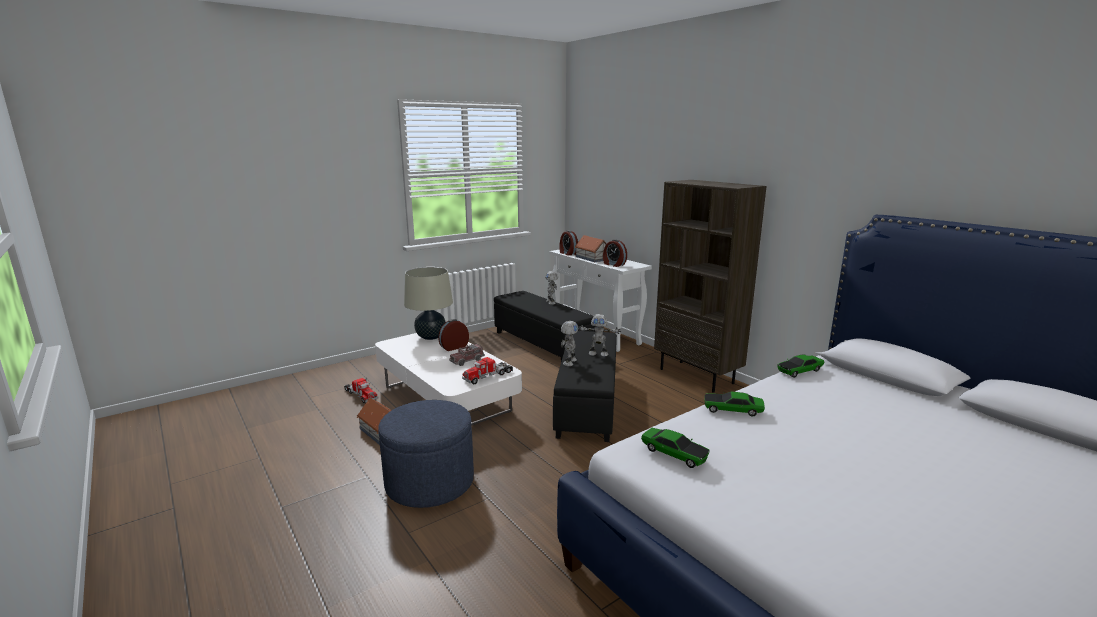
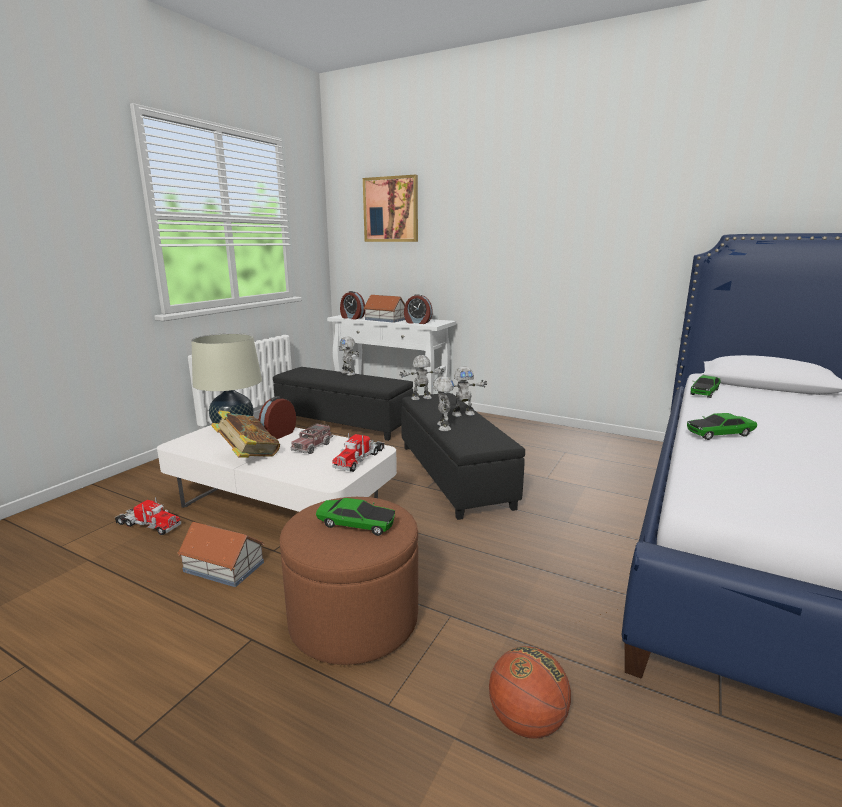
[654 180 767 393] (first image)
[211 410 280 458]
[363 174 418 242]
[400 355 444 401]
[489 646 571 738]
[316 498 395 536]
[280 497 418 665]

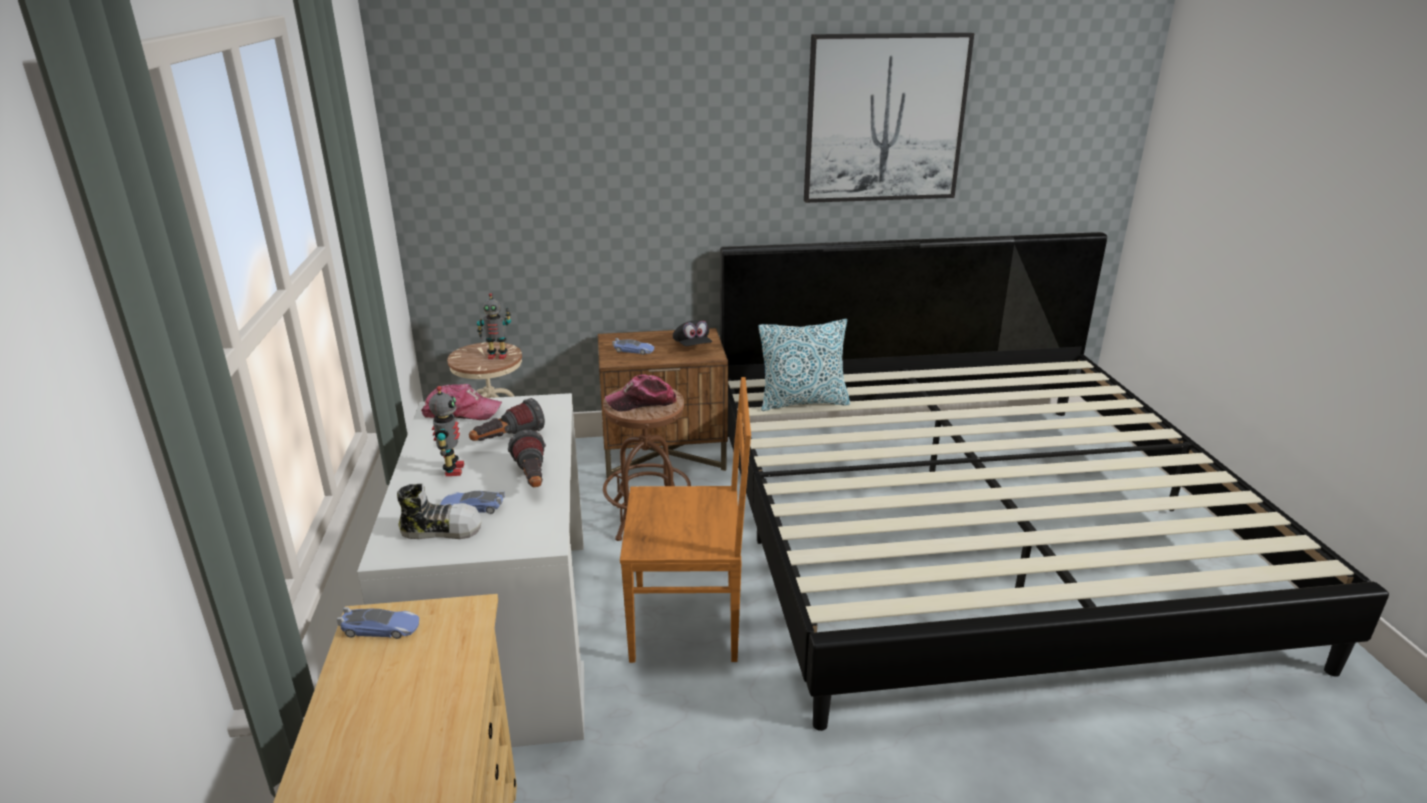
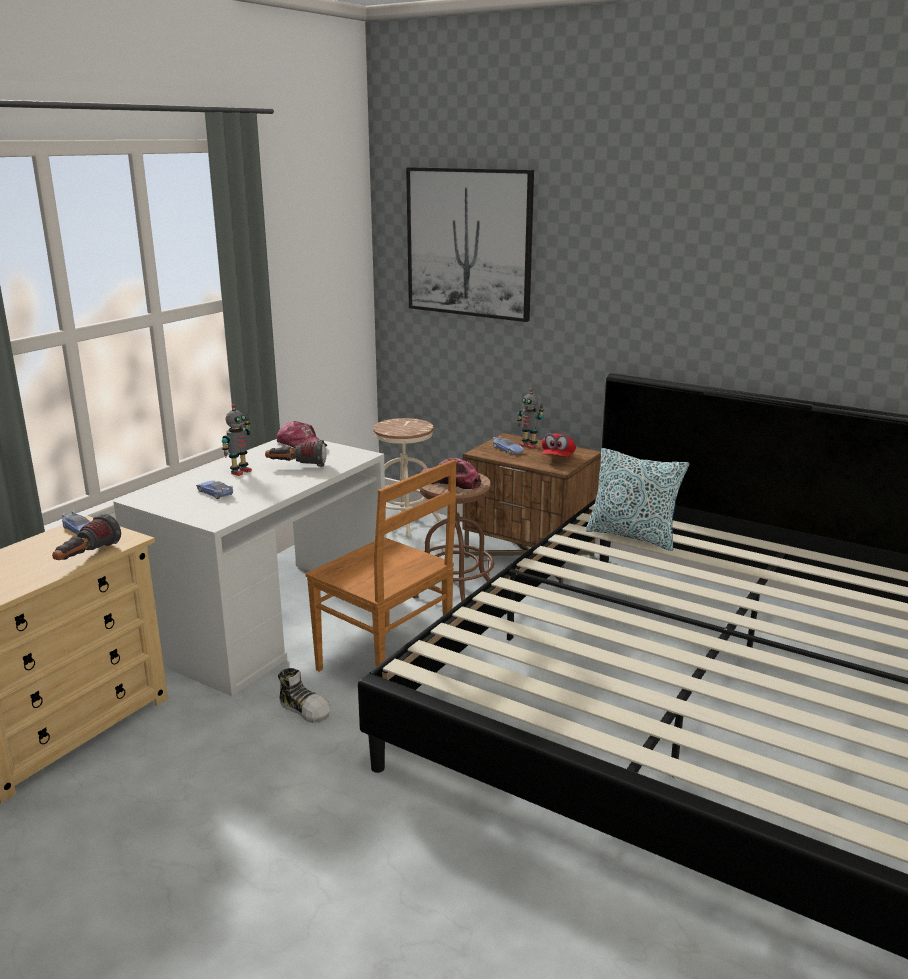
[278 668 330 723]
[517 389 544 449]
[52 514 121 560]
[406 167 534 322]
[541 433 576 457]

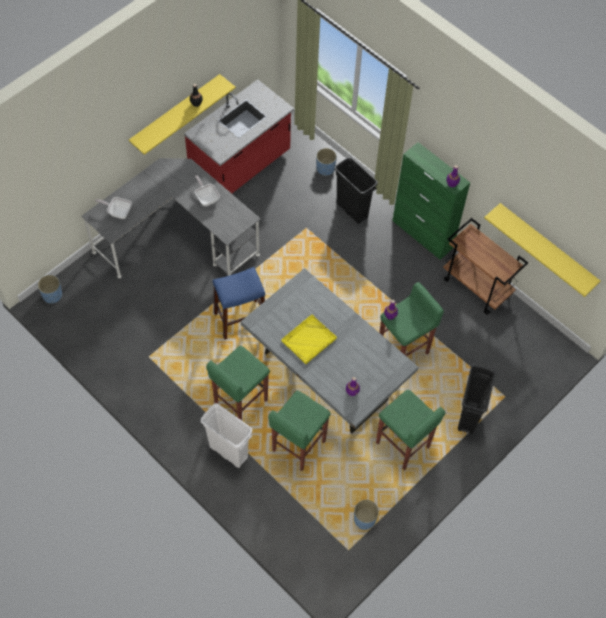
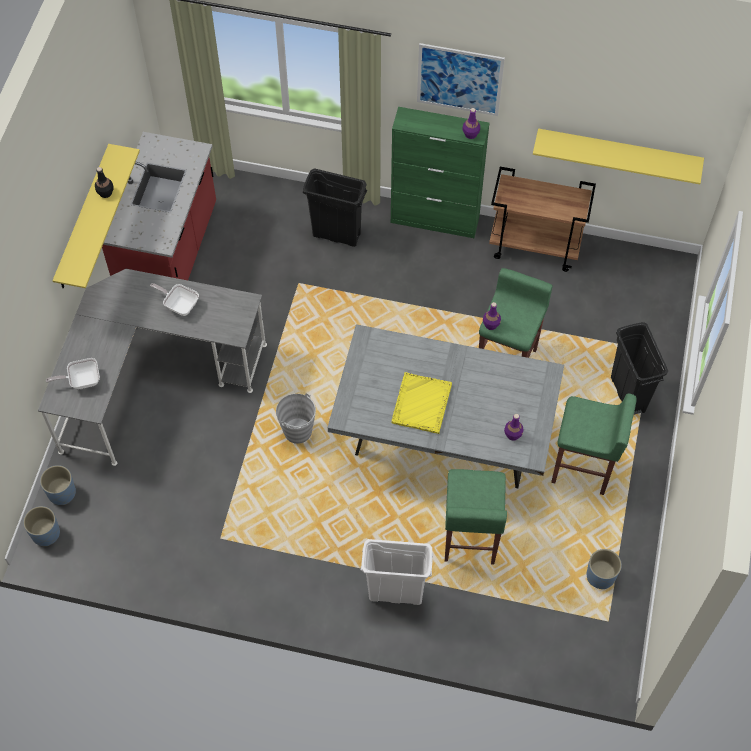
[206 346 270 420] (first image)
[417 43 505 116]
[40 465 76 505]
[276 393 316 444]

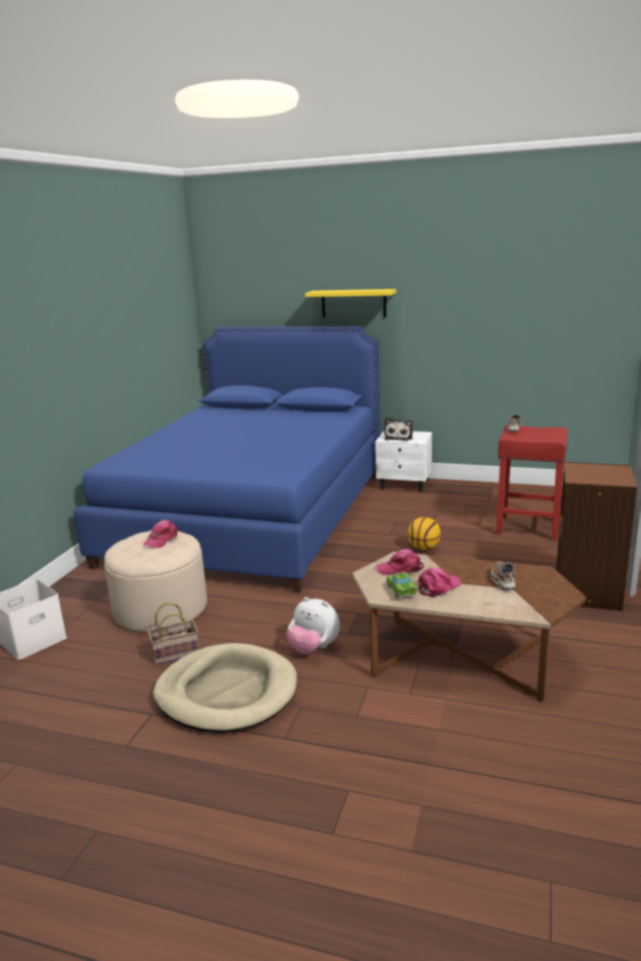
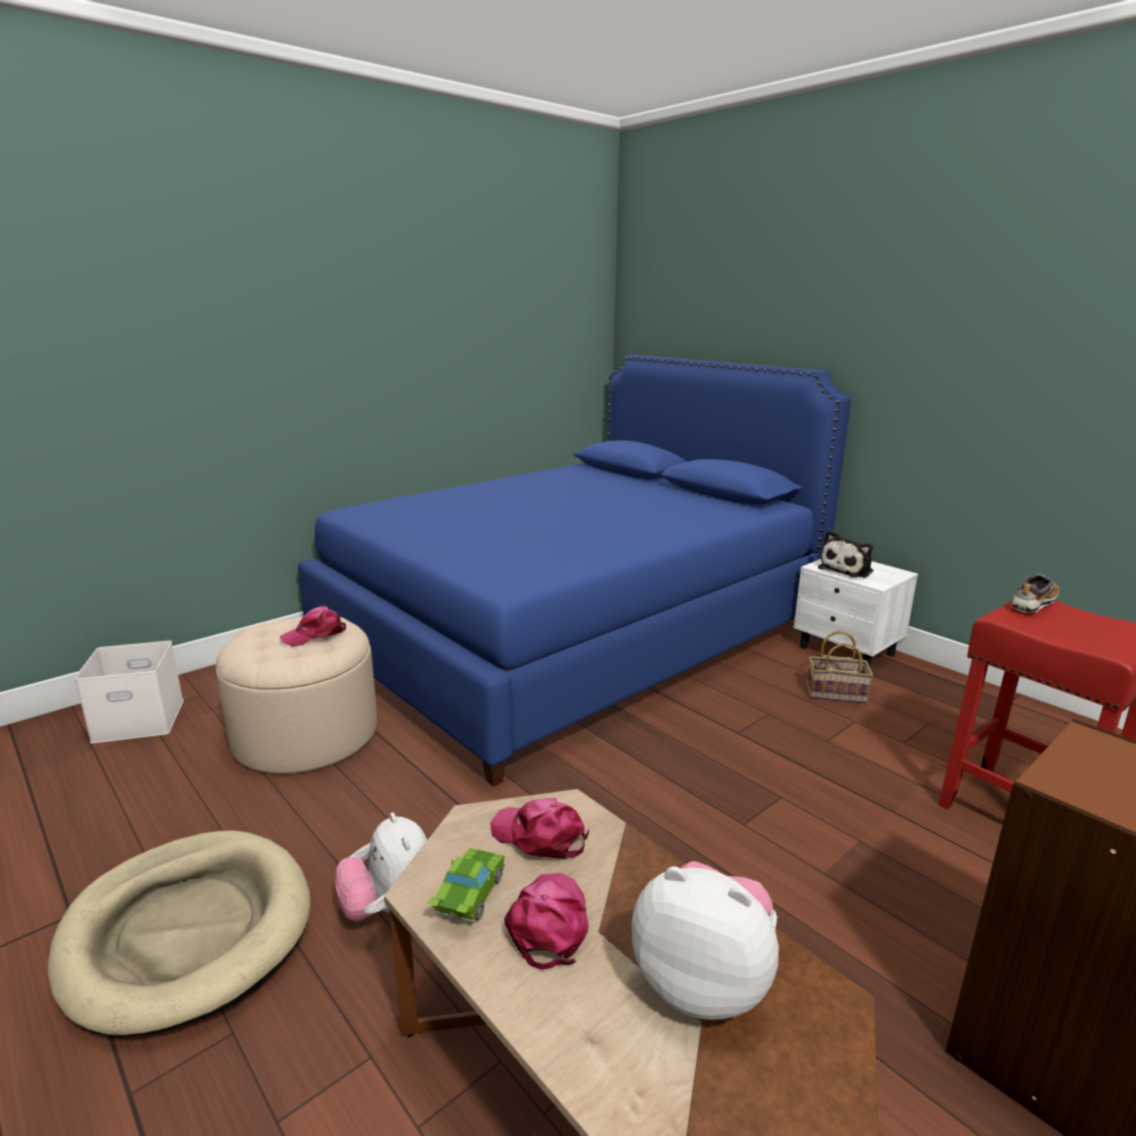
[305 289 396 318] (first image)
[408 517 441 550] (first image)
[807 631 873 704]
[632 861 779 1020]
[504 873 589 970]

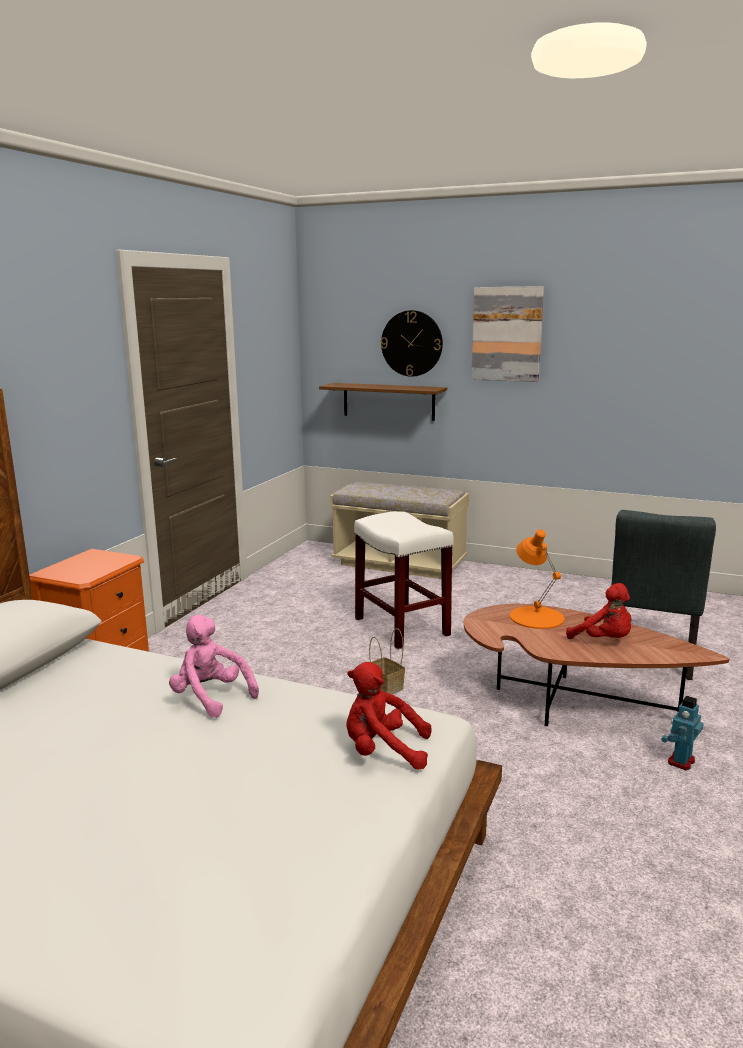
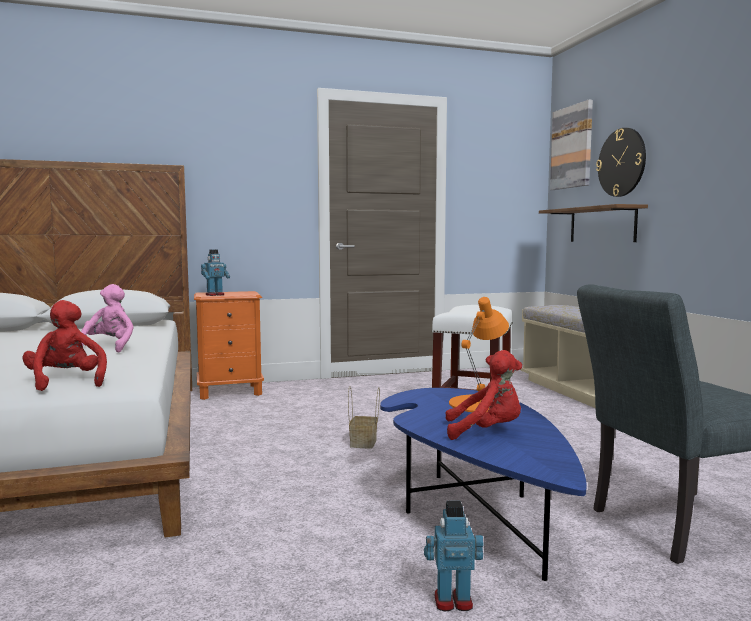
[201 249 230 296]
[550 100 593 190]
[380 388 586 581]
[445 350 522 440]

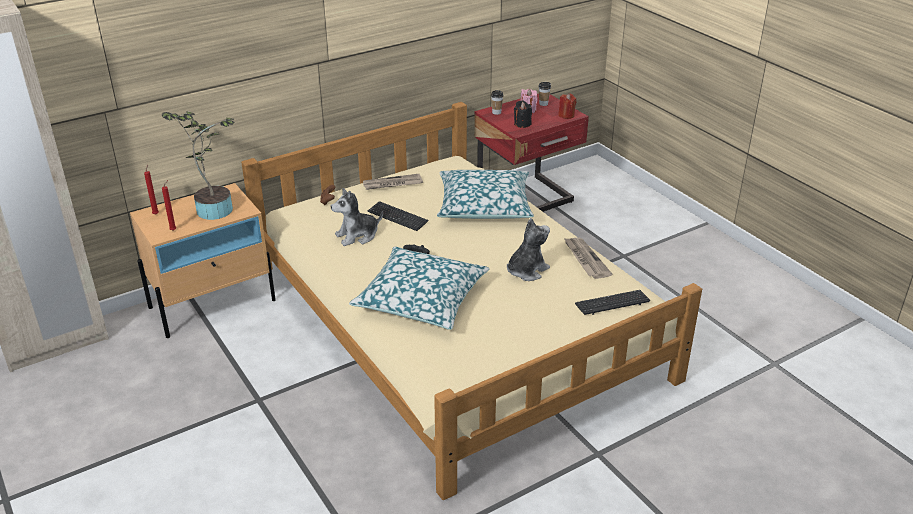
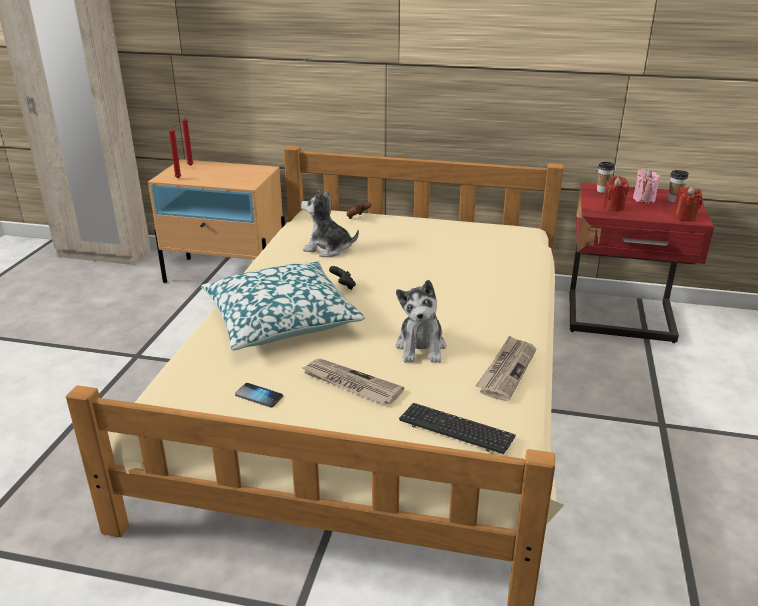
[162 112 234 220] (first image)
[367 201 429 231] (first image)
[437 170 534 219] (first image)
[235 383 283 408]
[302 359 404 404]
[603 176 629 212]
[396 280 446 363]

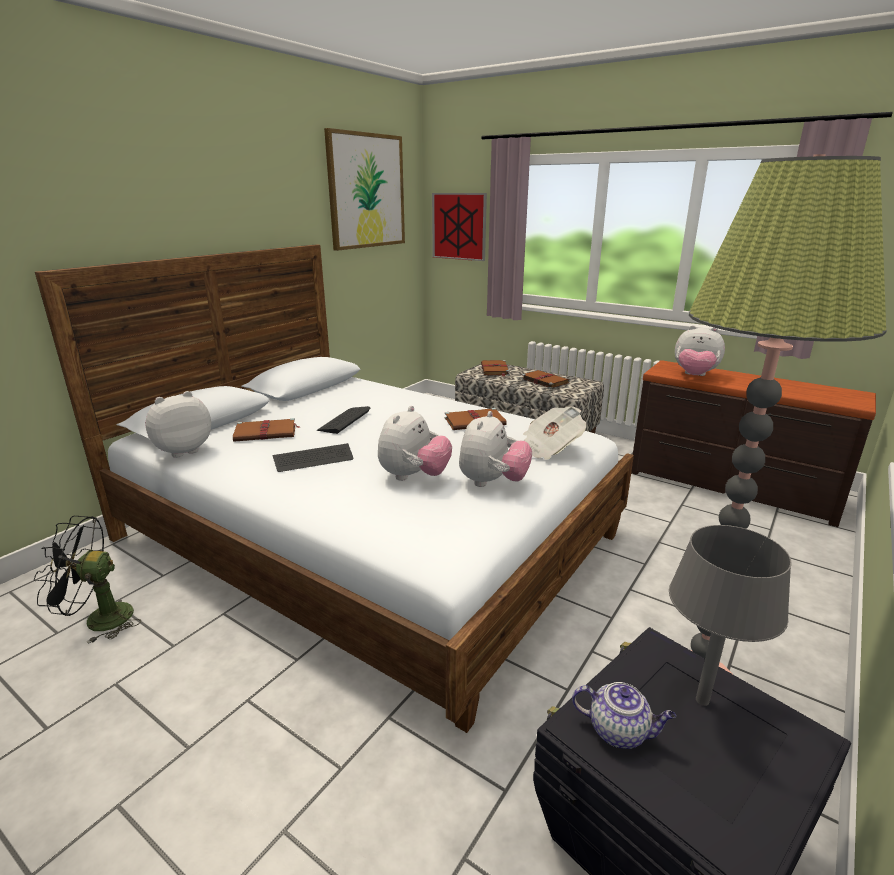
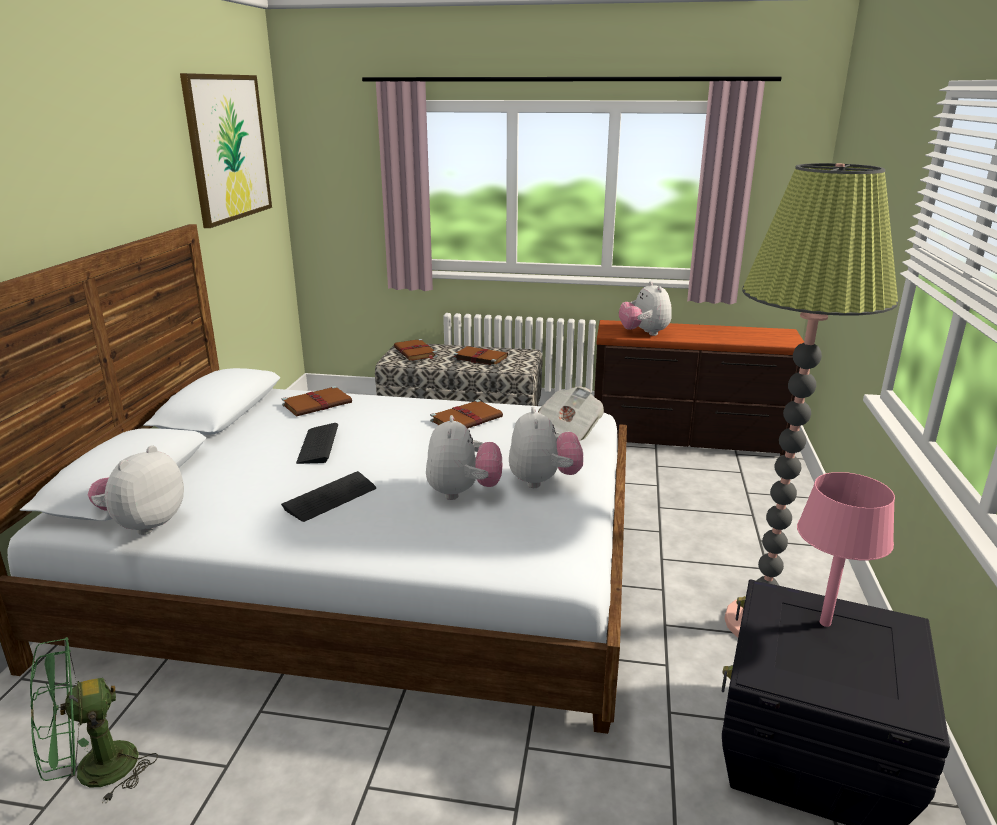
[432 193 487 261] (first image)
[572 682 676 749] (first image)
[282 386 352 416]
[30 637 158 804]
[797 472 895 627]
[619 282 672 336]

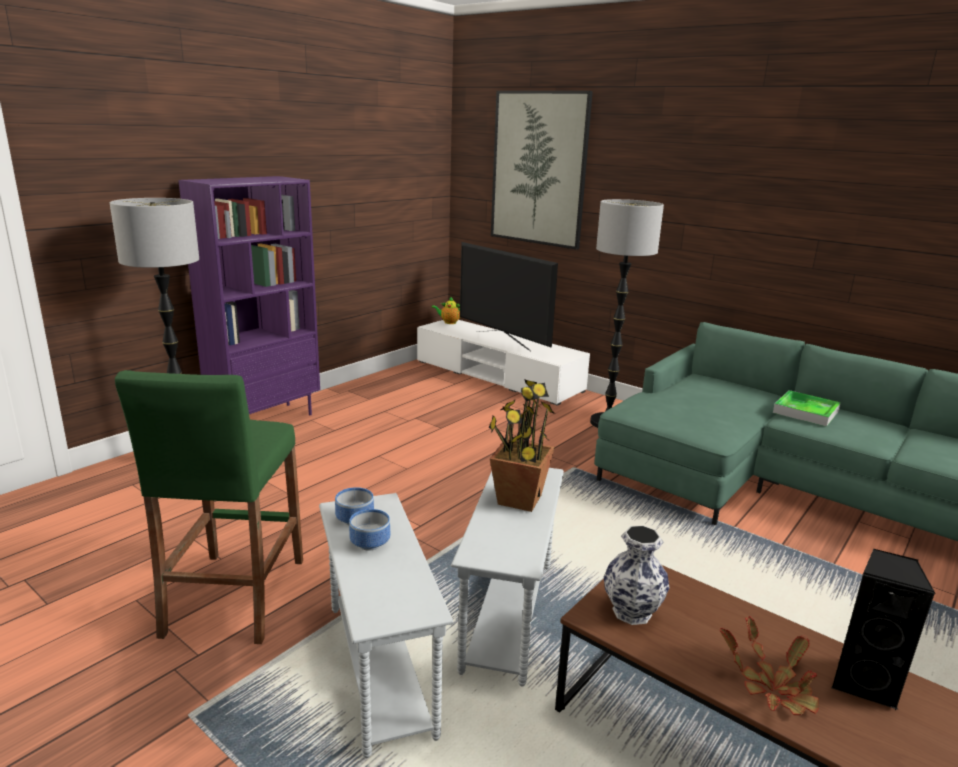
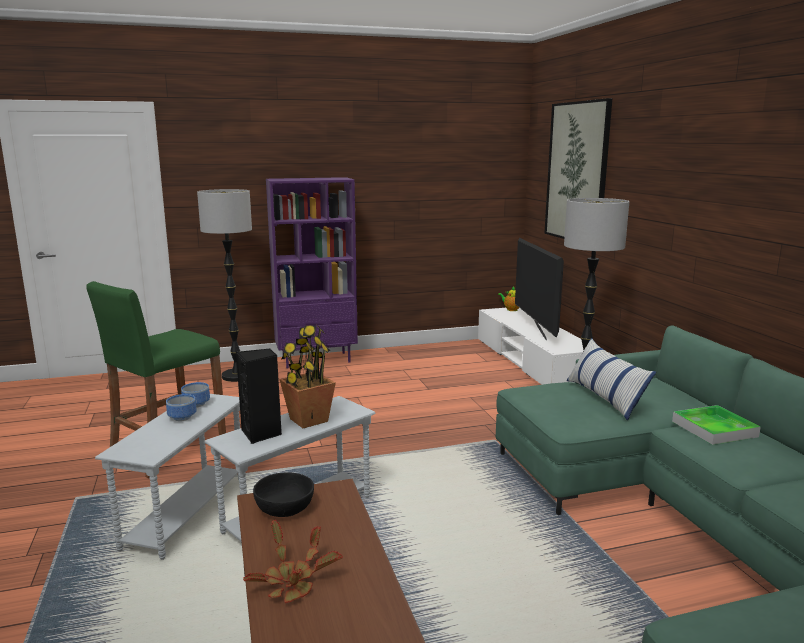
[566 338 656 420]
[236 349 282 444]
[253 472 314 517]

